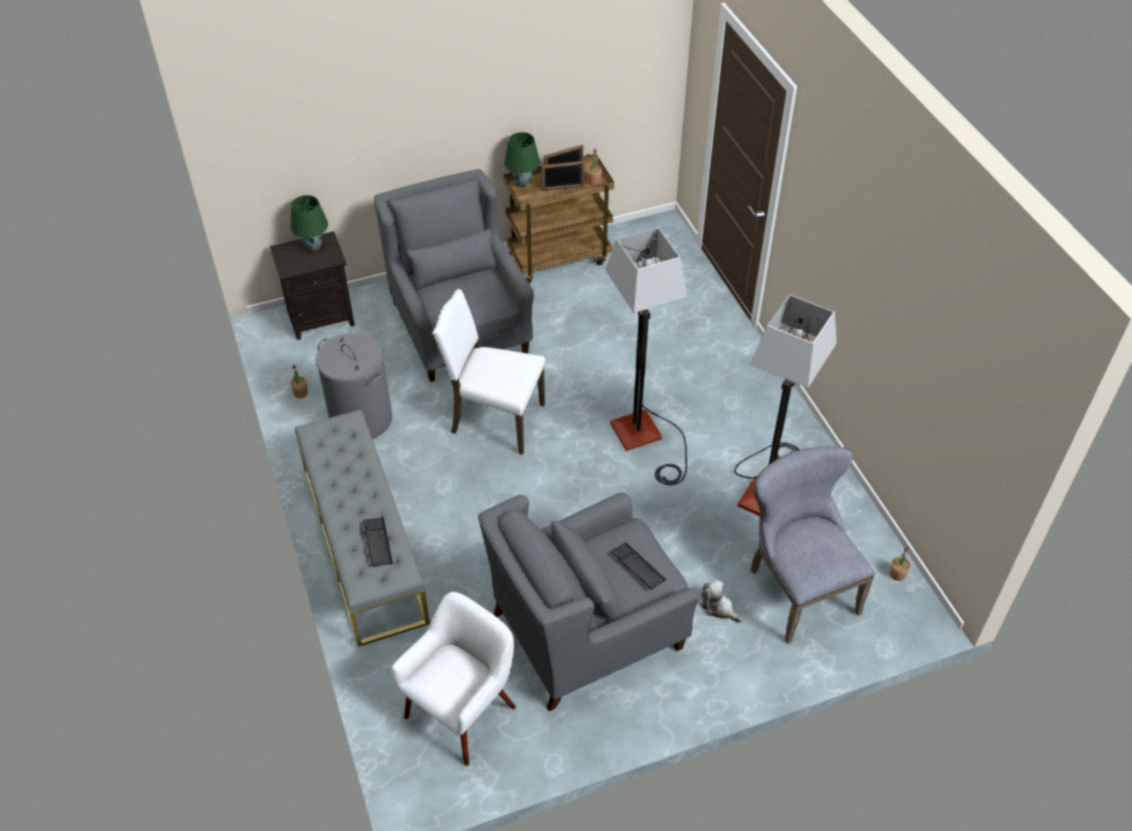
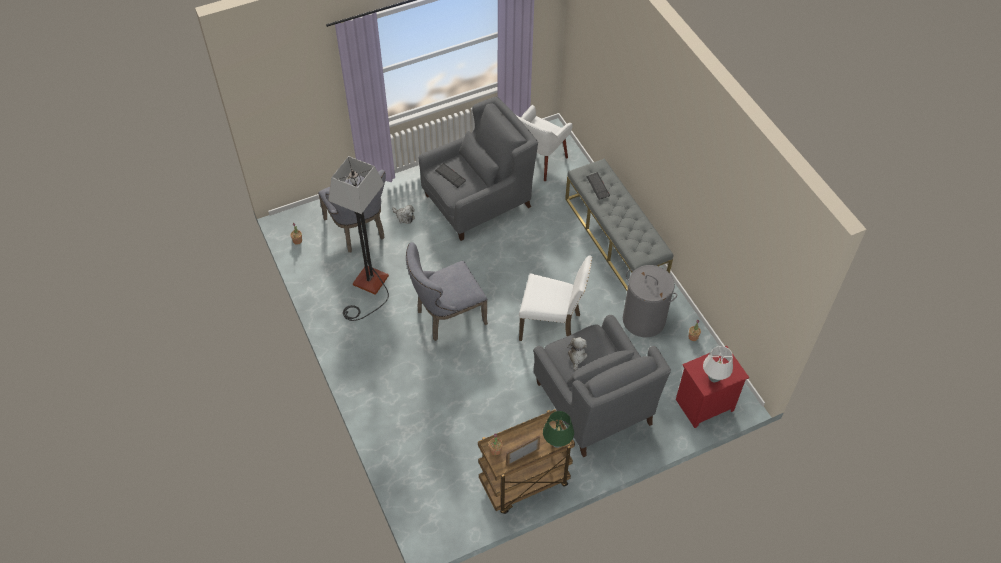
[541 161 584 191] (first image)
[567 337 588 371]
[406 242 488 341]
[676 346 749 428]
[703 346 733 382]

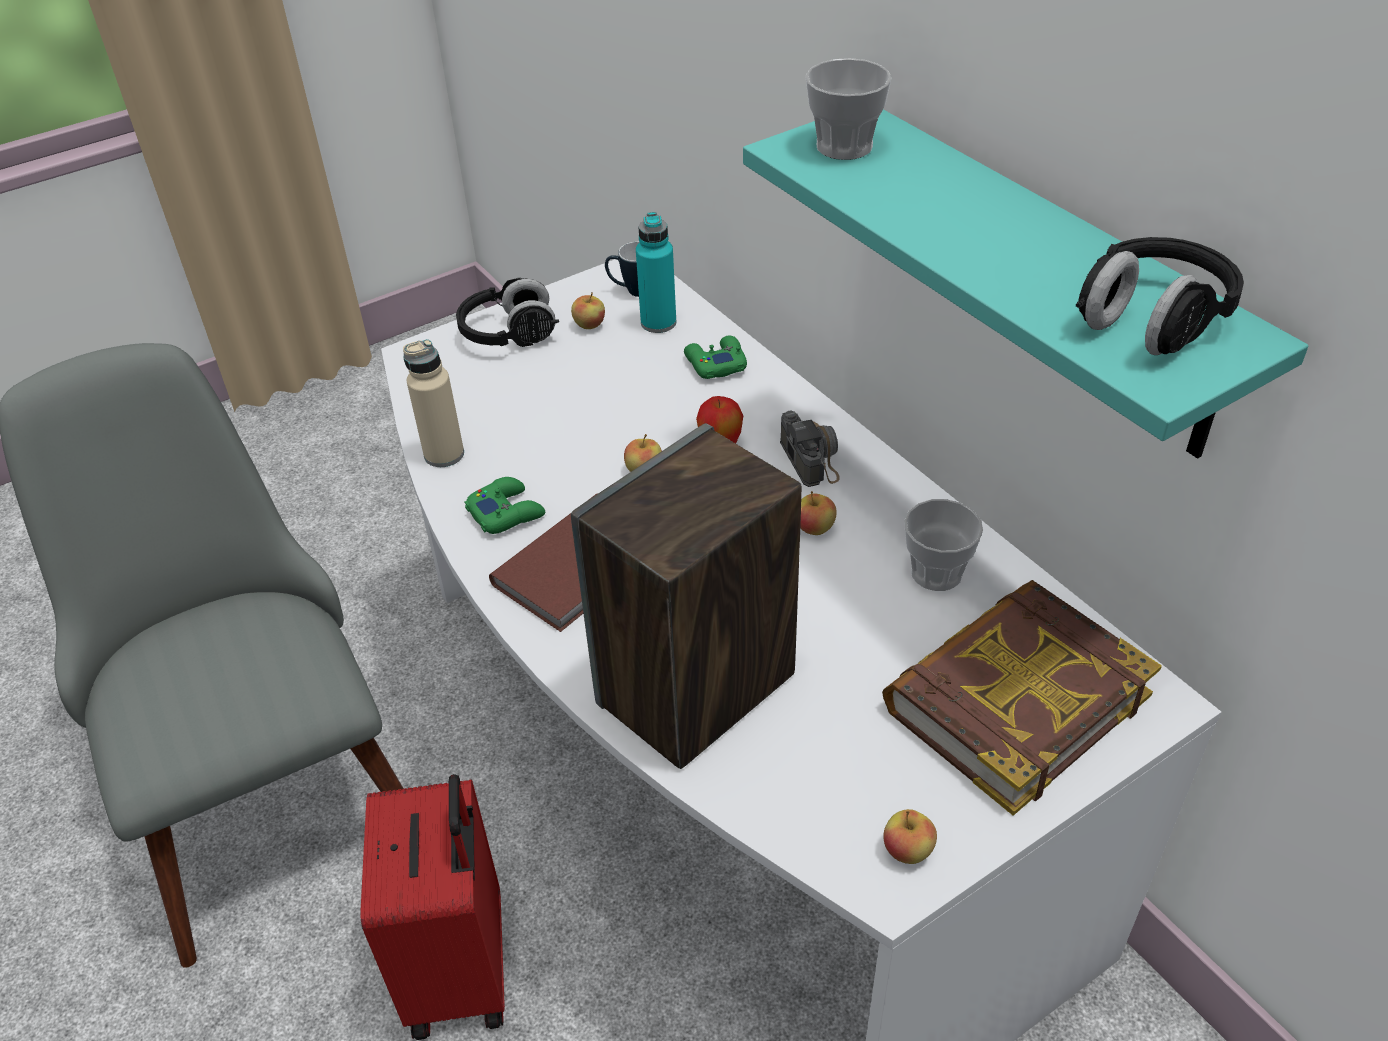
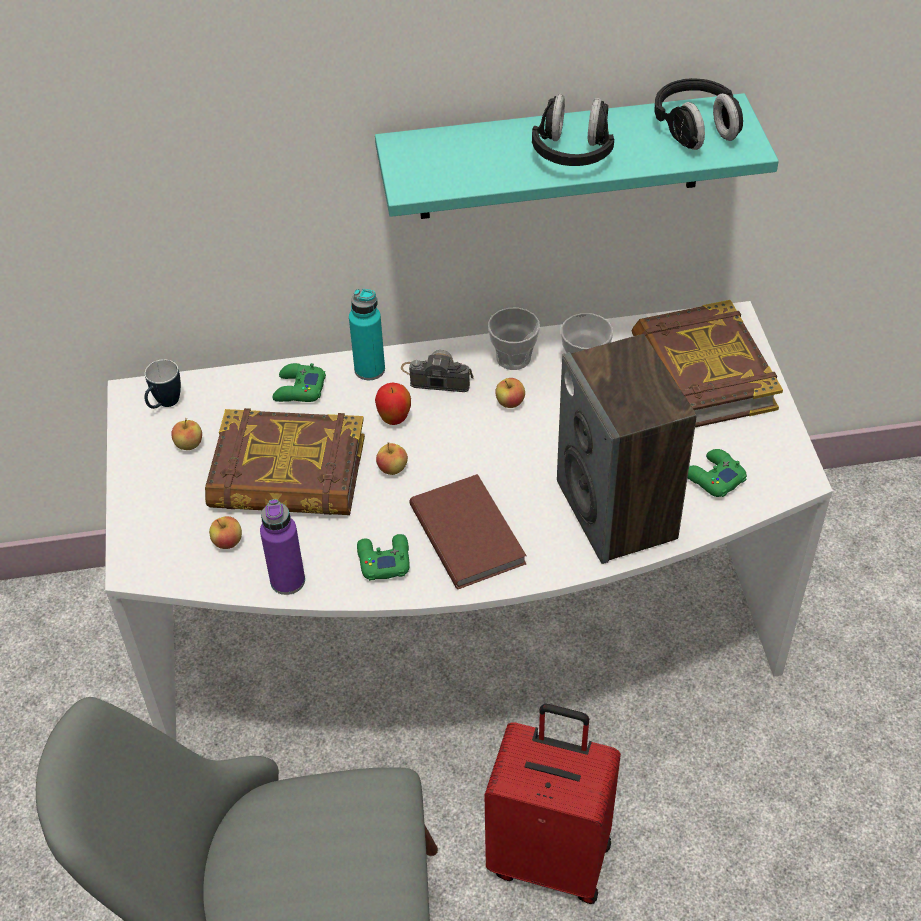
[205 408 365 515]
[687 449 747 497]
[532 94 614 166]
[349 289 385 380]
[488 307 540 370]
[209 516 242 549]
[260 499 305 595]

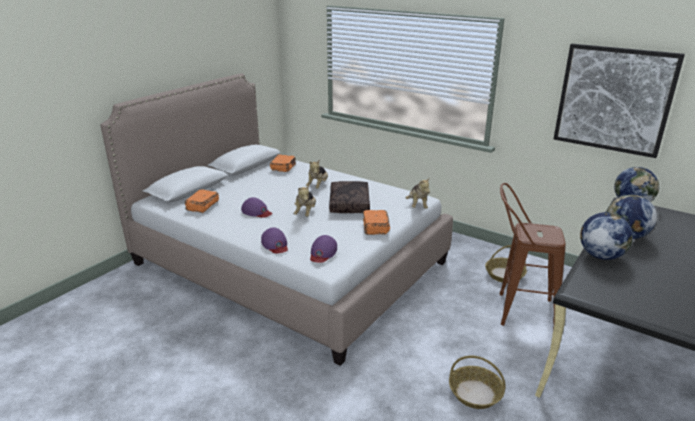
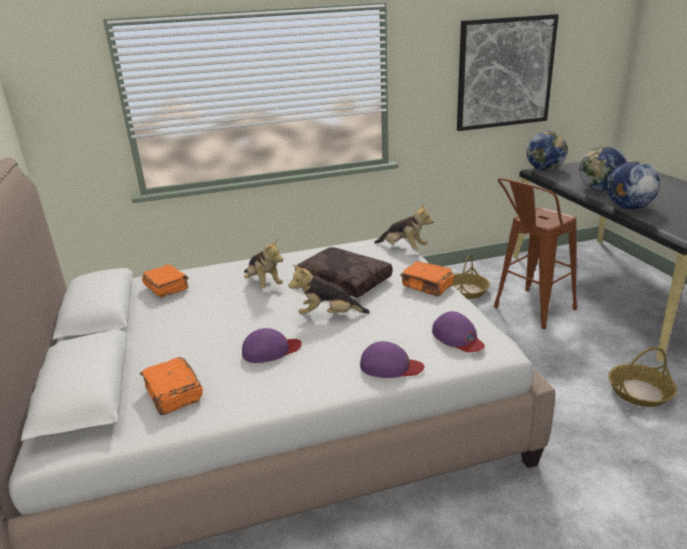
[289 265 370 315]

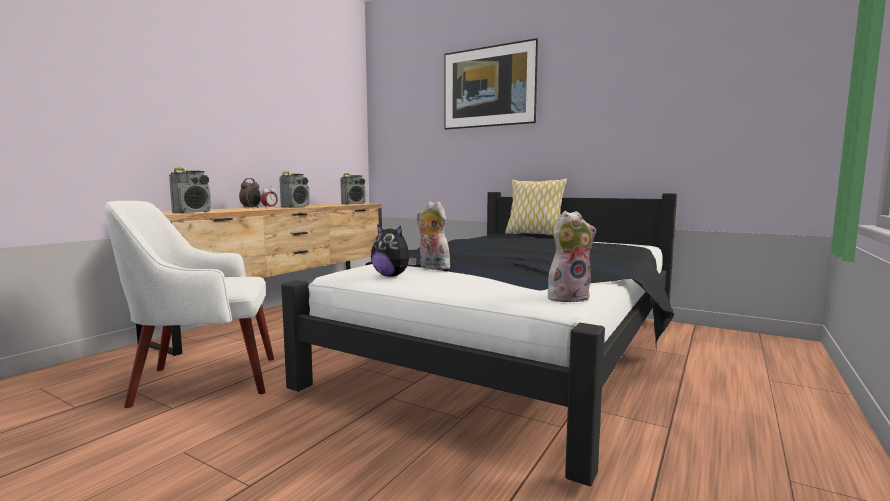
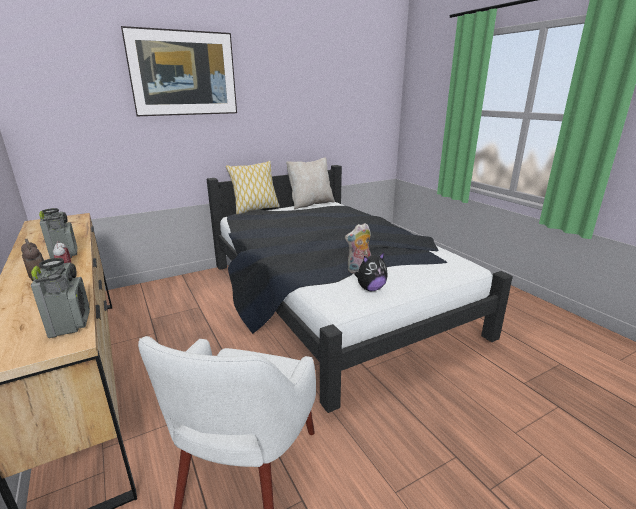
[340 173 366 205] (first image)
[548 211 596 302] (first image)
[286 158 335 210]

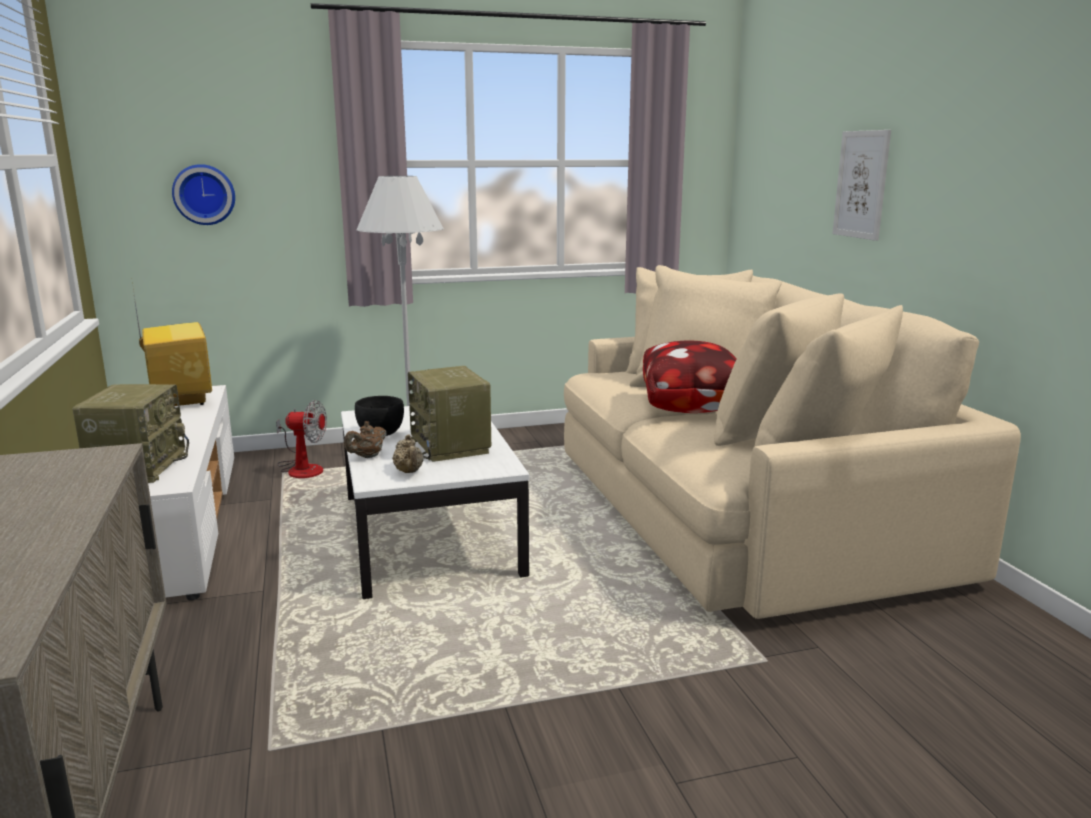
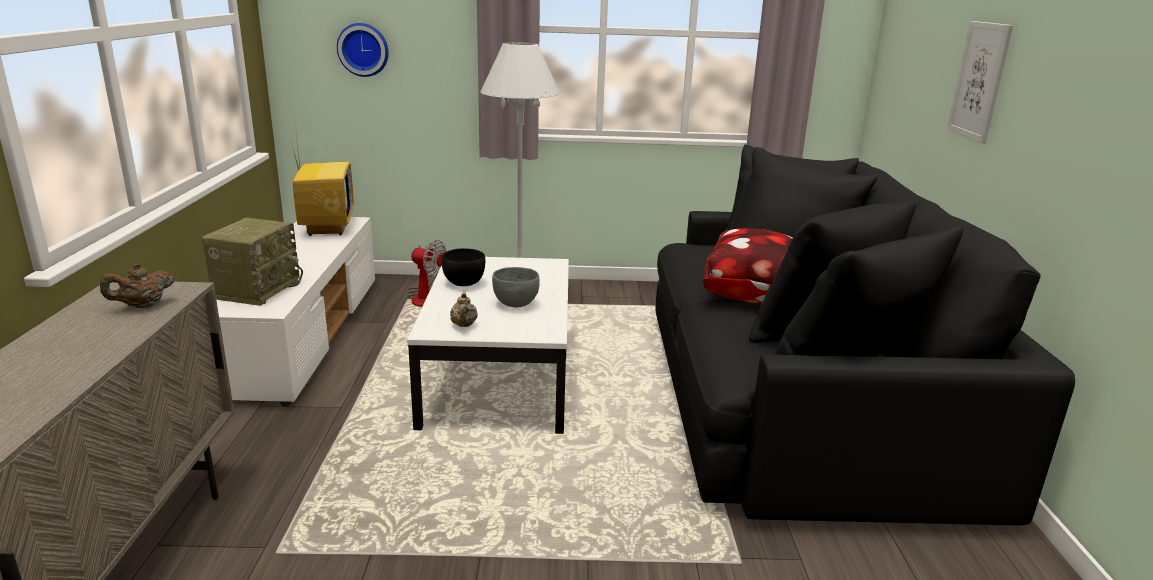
[100 263 174 308]
[492 267 540 307]
[656 145 1075 525]

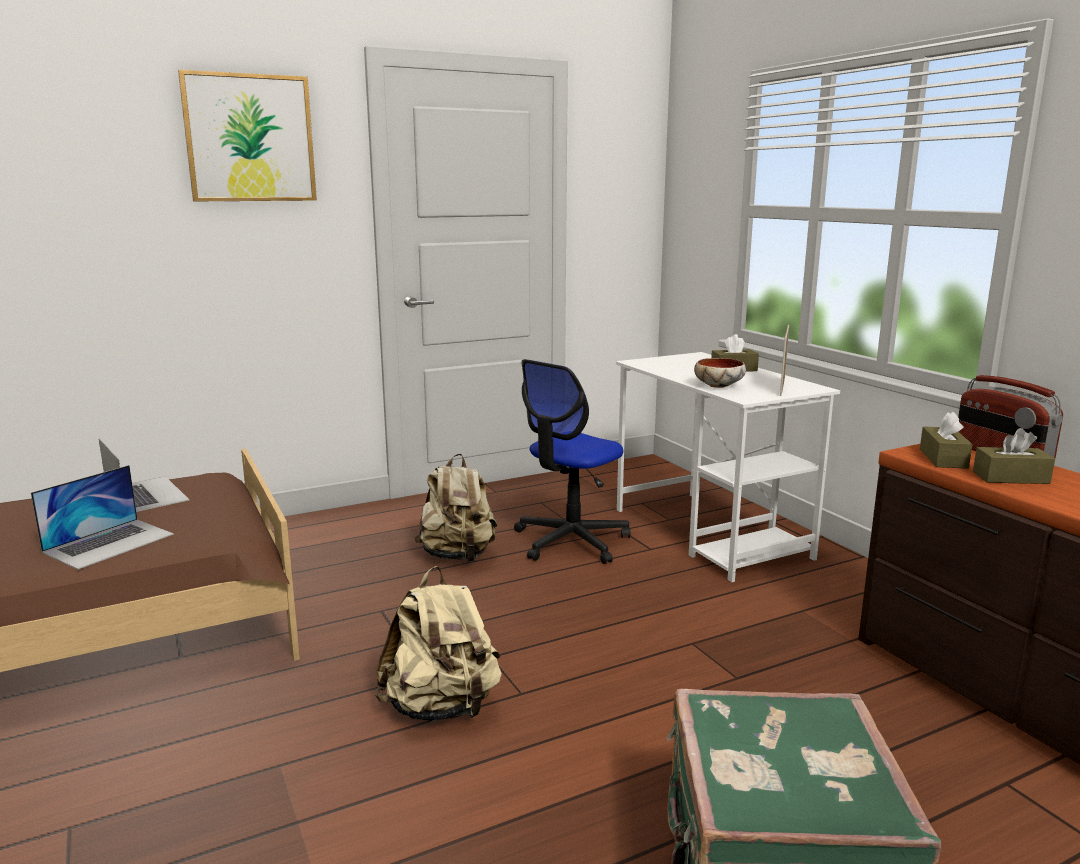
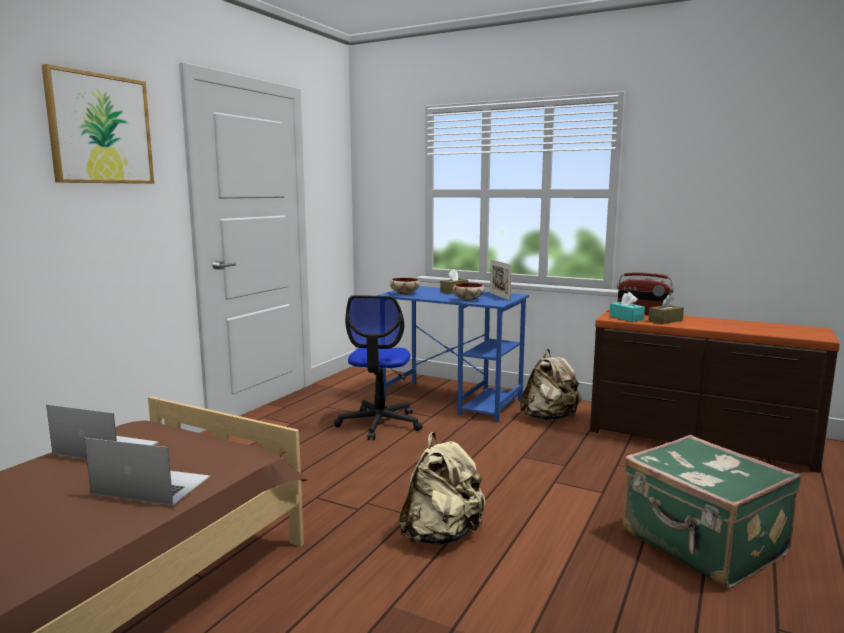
[390 278 420 295]
[520 349 582 420]
[377 286 529 422]
[609 292 645 322]
[84 438 210 506]

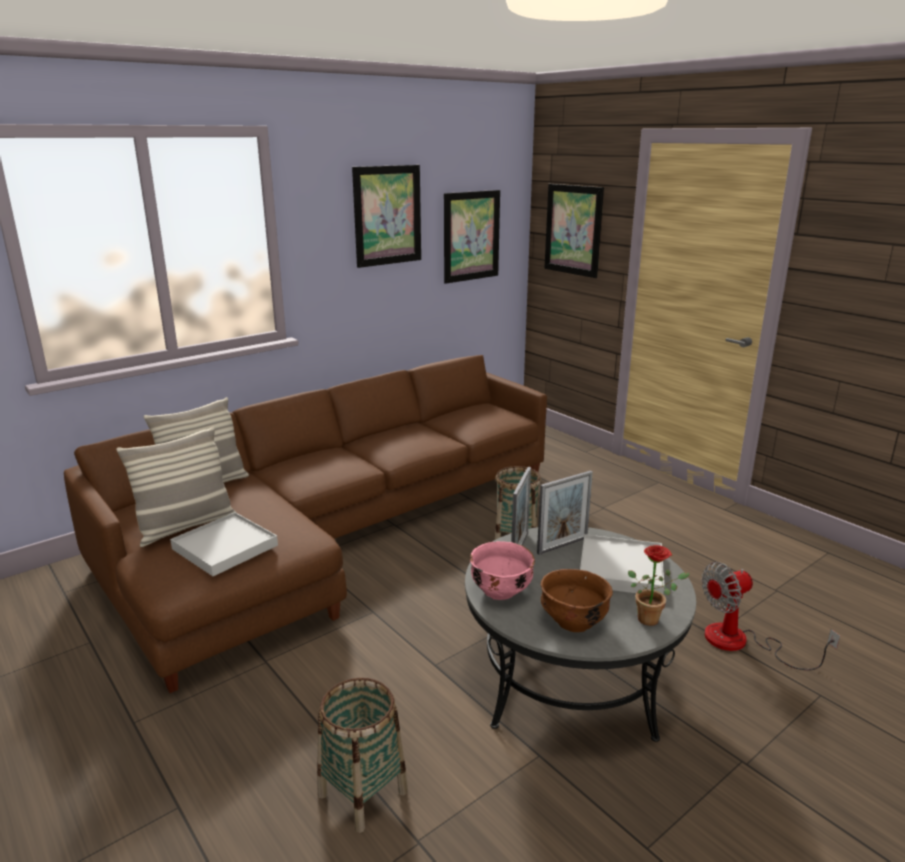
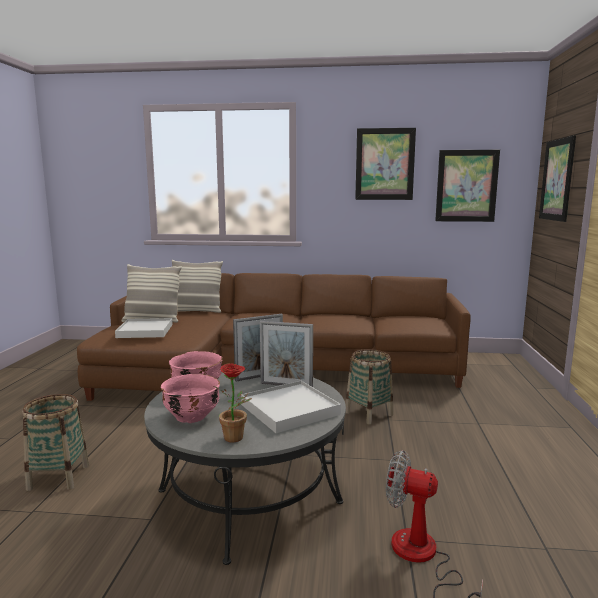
[161 374 220 423]

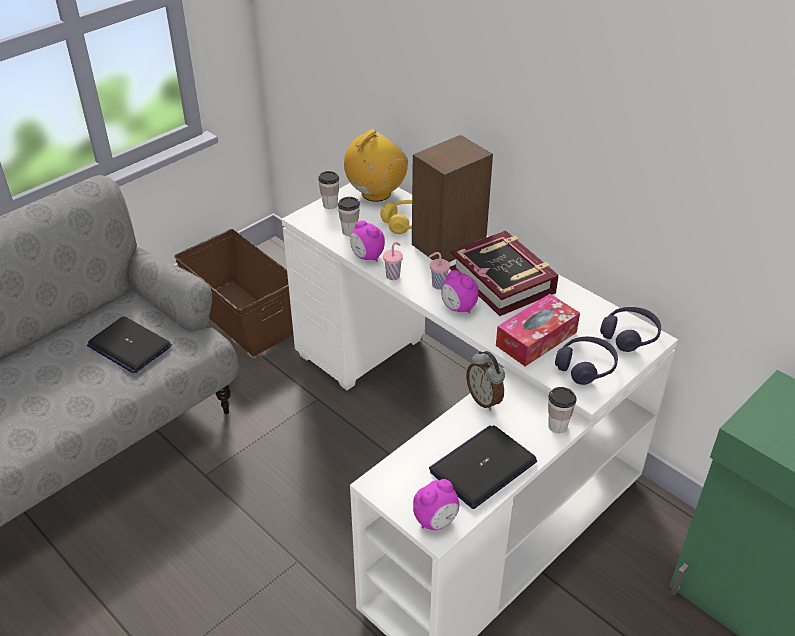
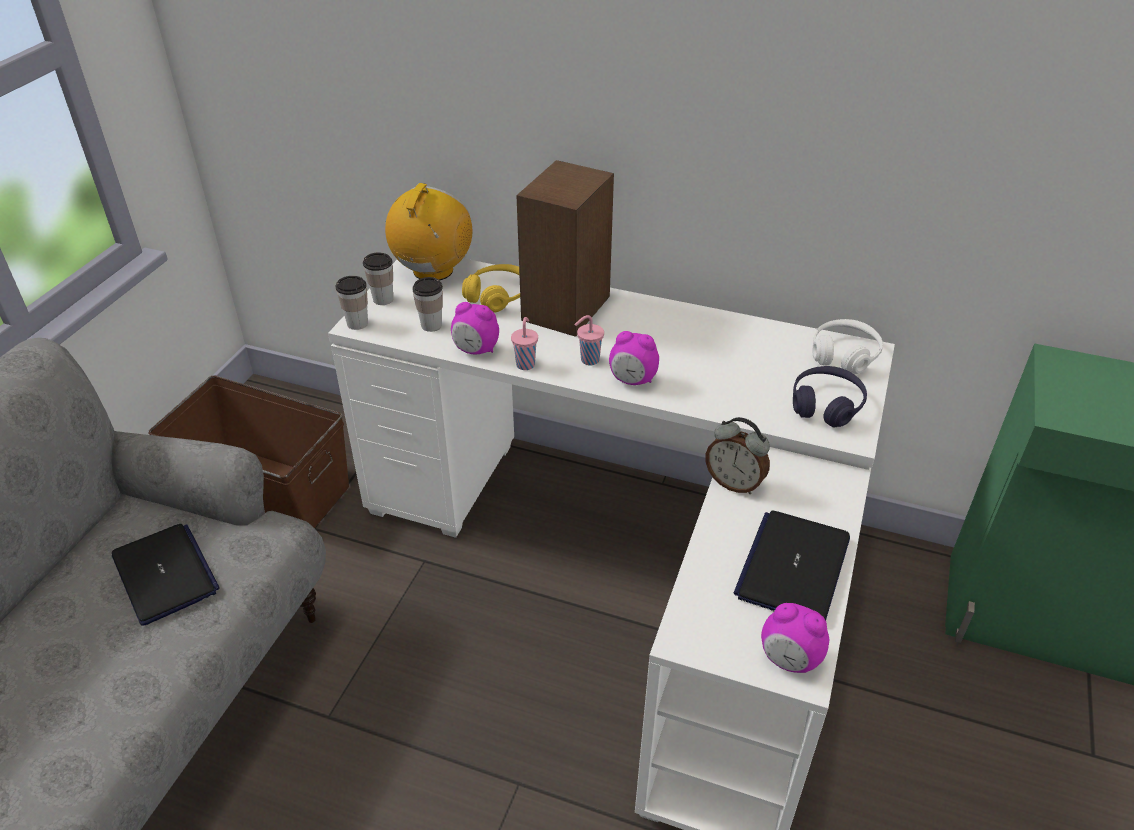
[450 230 559 316] (first image)
[496 294 580 367] (first image)
[336 276 368 330]
[813 319 883 374]
[112 524 220 626]
[761 603 829 673]

